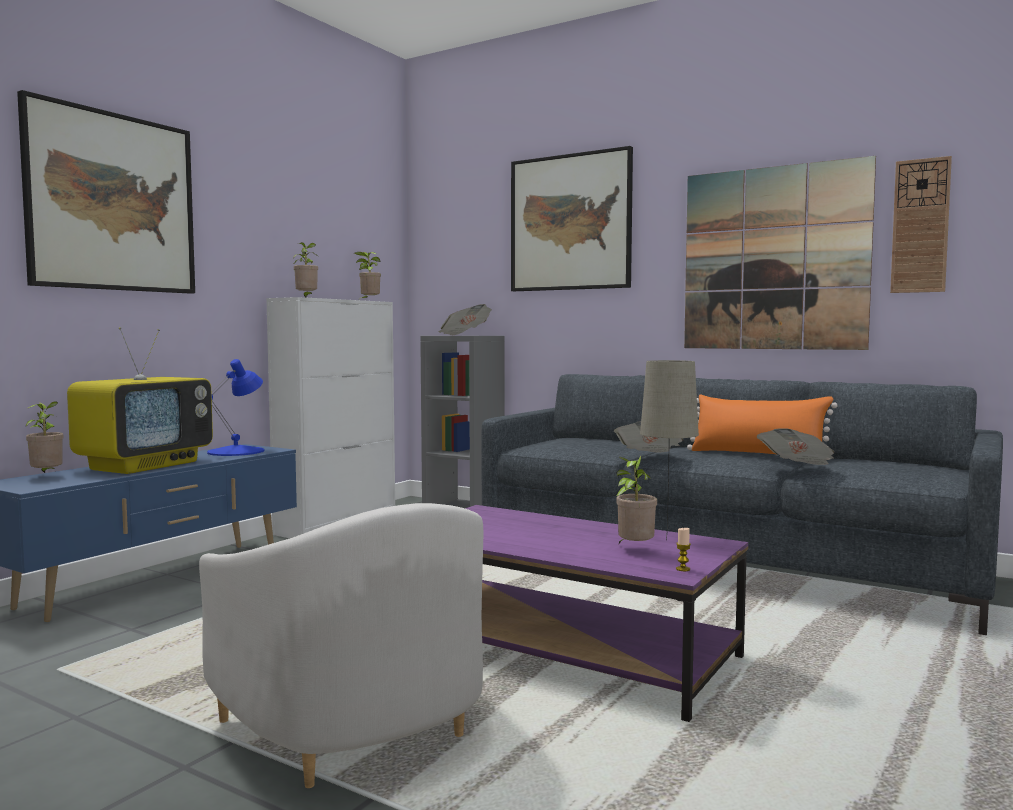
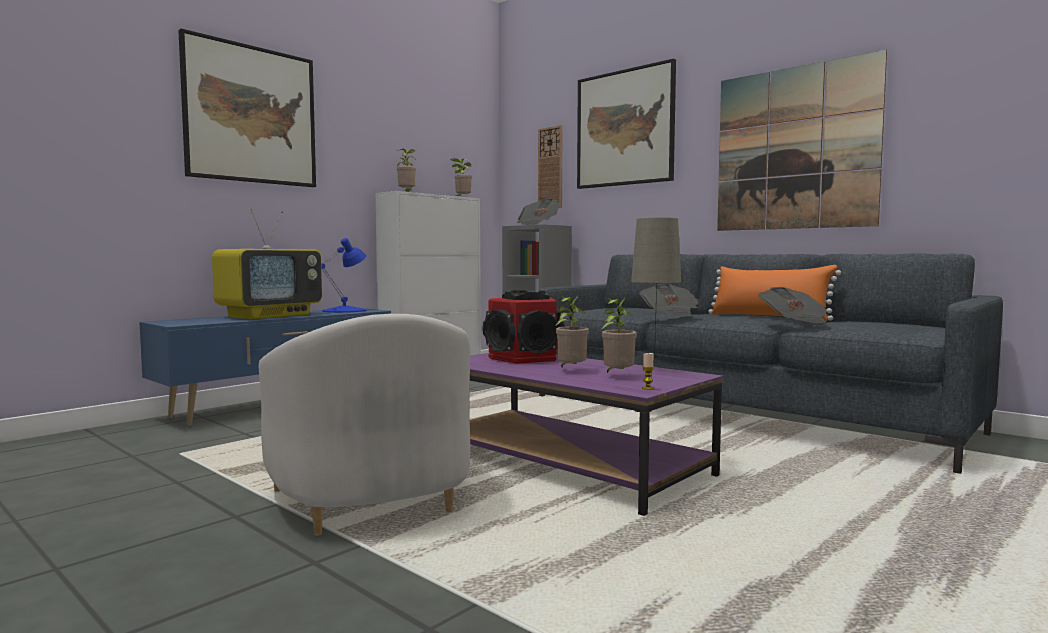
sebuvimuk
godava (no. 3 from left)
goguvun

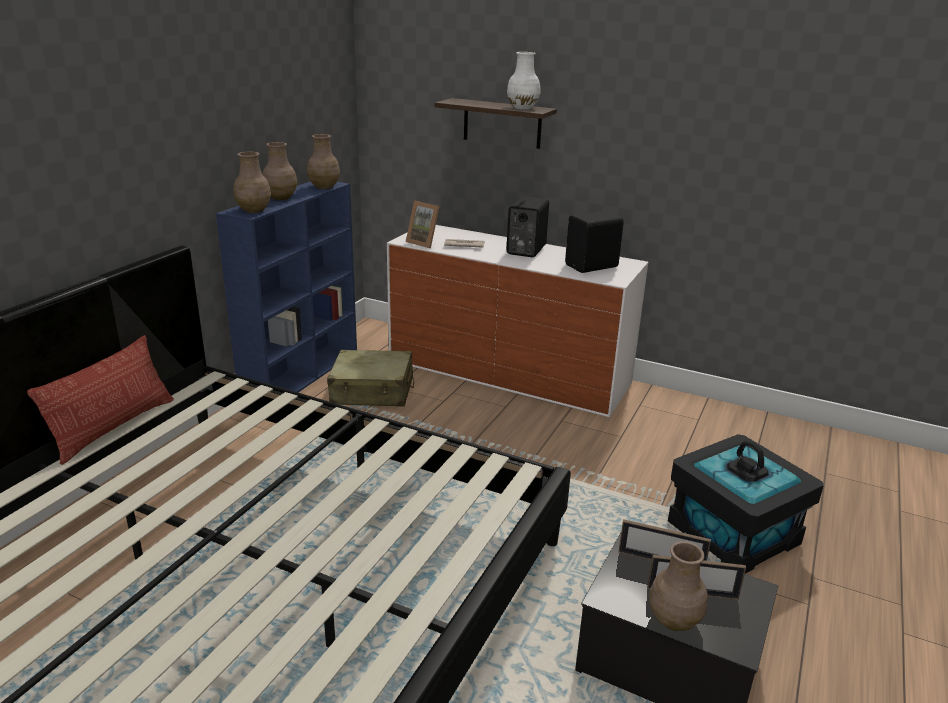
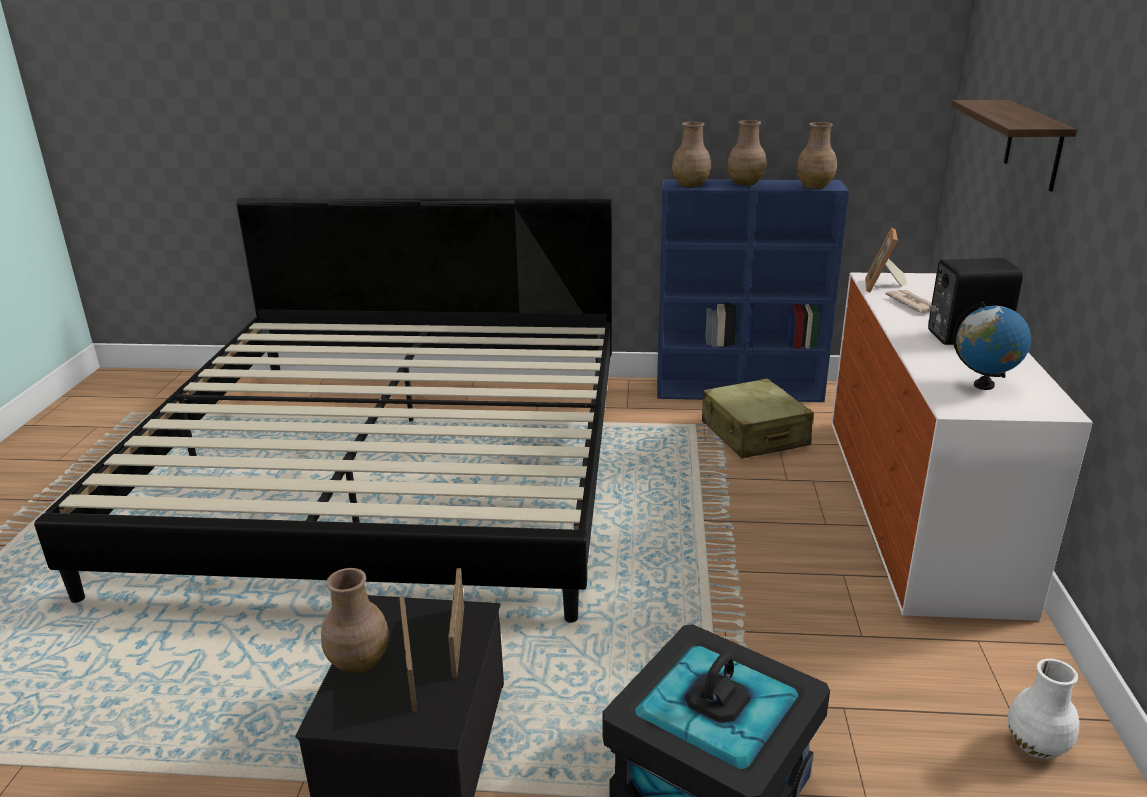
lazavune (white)
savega
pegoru

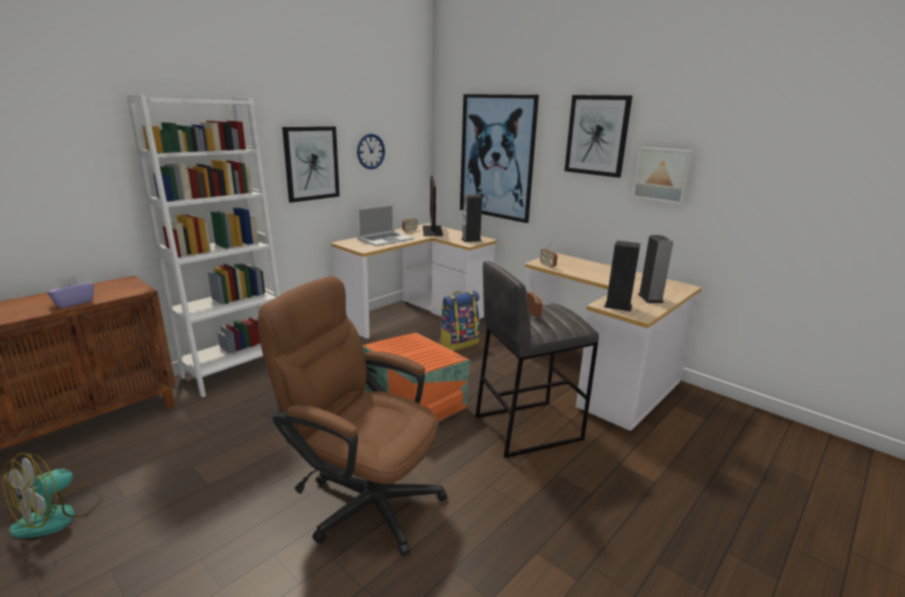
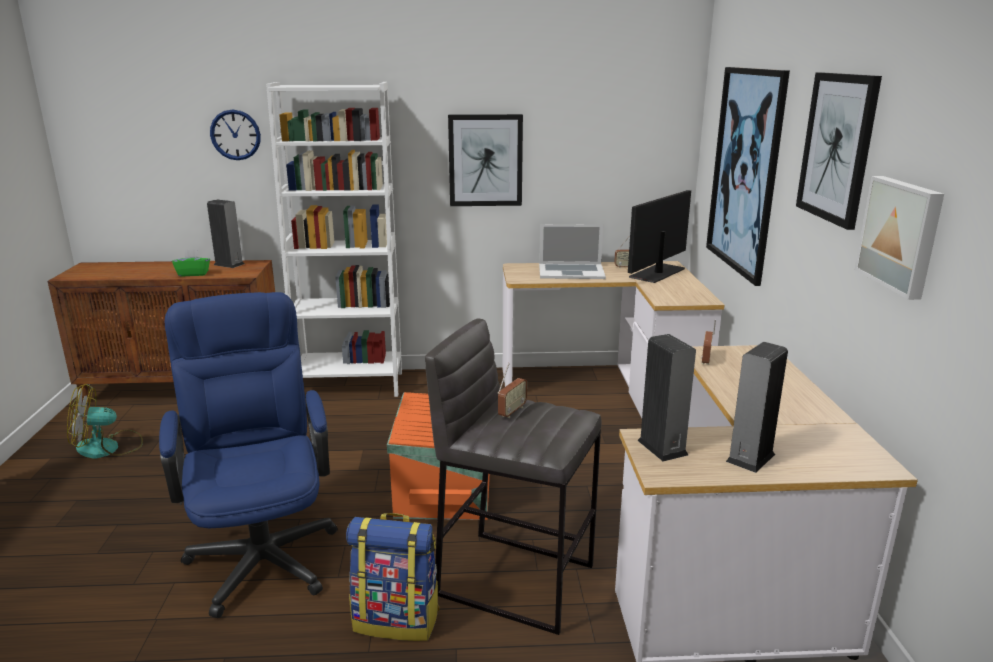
sebuvimuk
goguvun (no. 1 from left)
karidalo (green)
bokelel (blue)
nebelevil

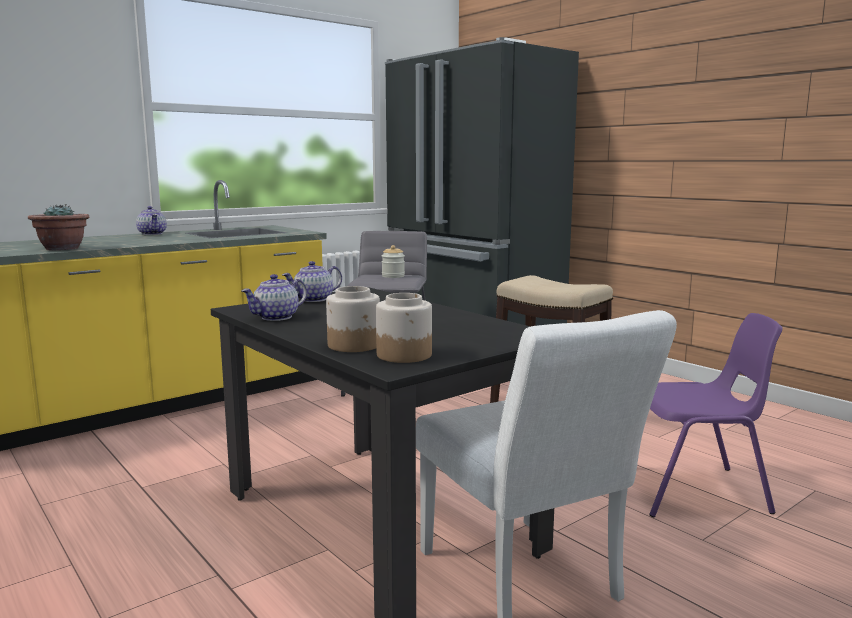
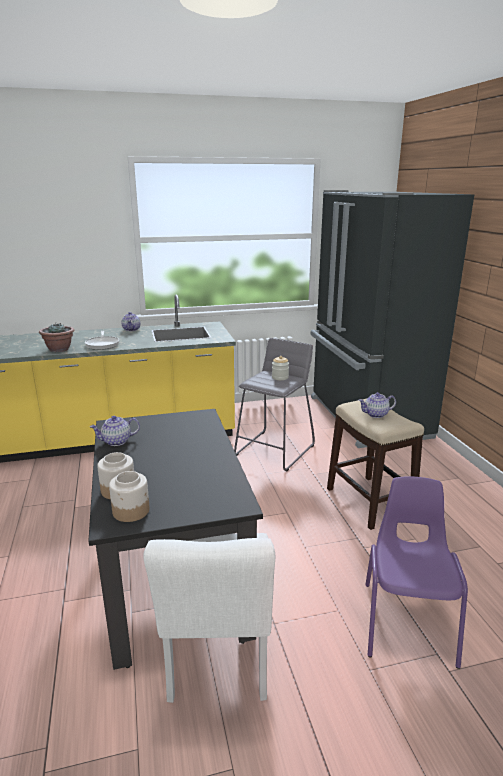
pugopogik (no. 3 from left)
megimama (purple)
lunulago

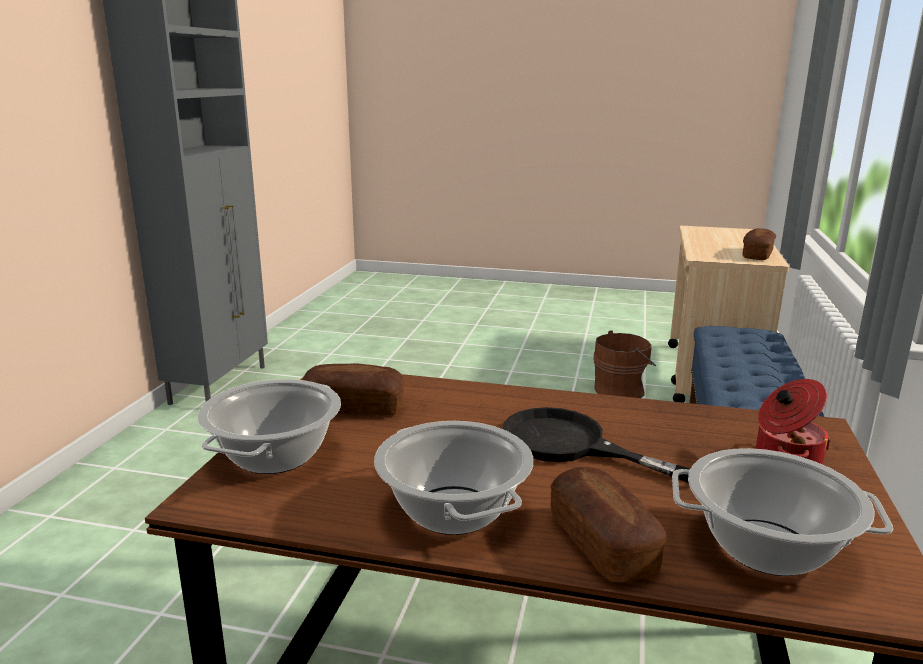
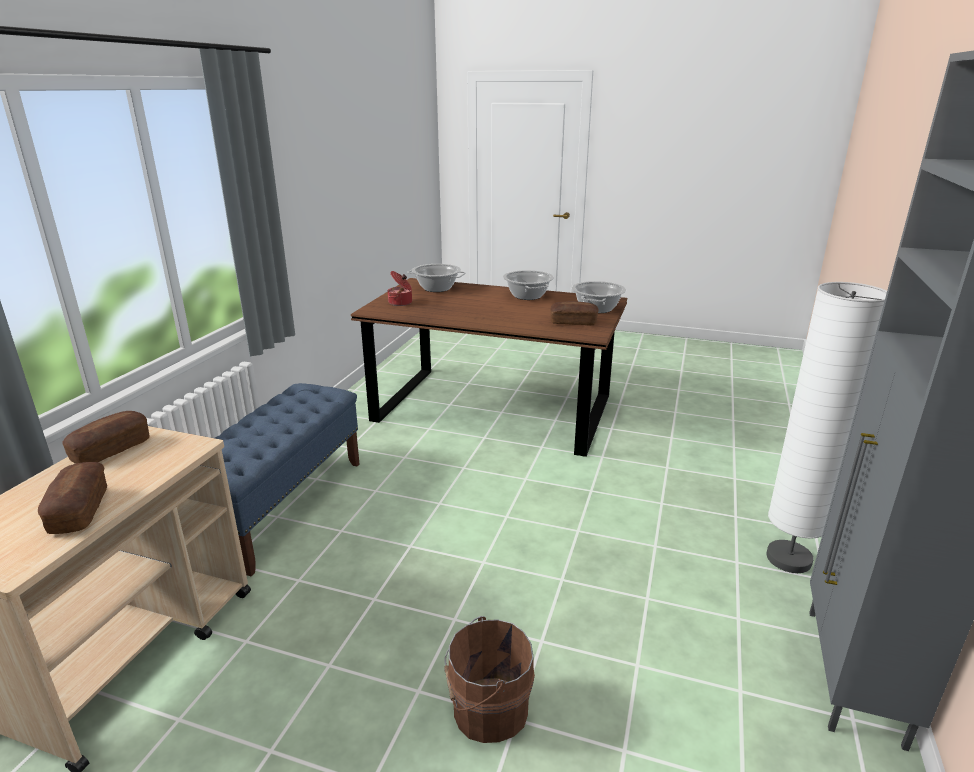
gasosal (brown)
lunulago (black)
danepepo (no. 1 from left)
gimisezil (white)

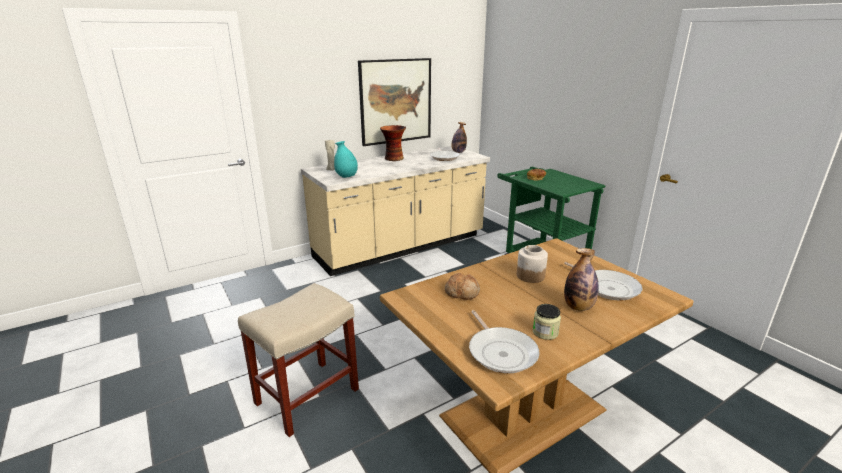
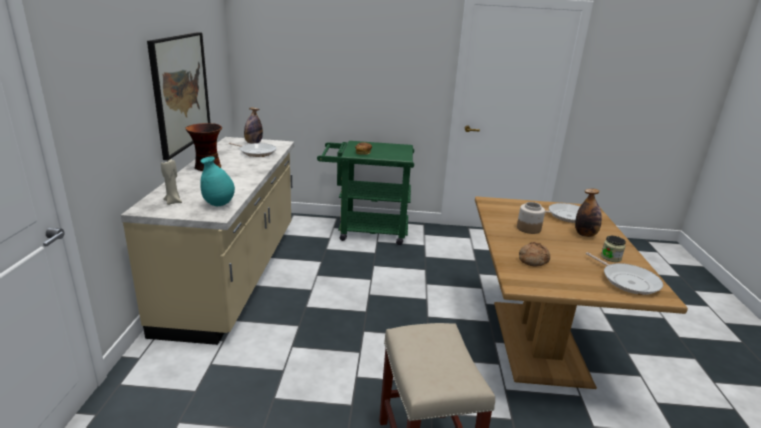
lunulago (no. 3 from left)

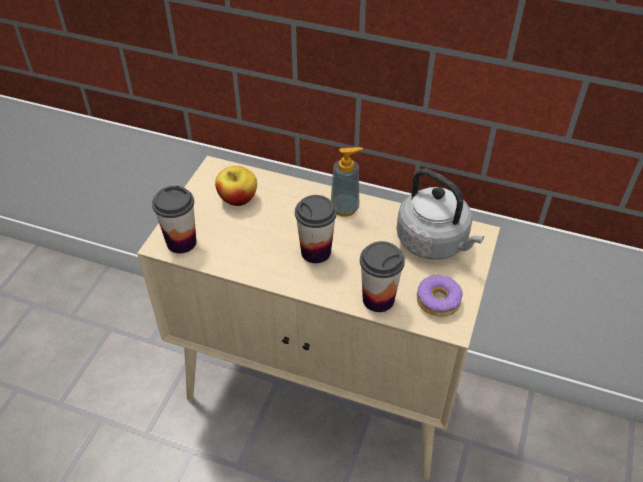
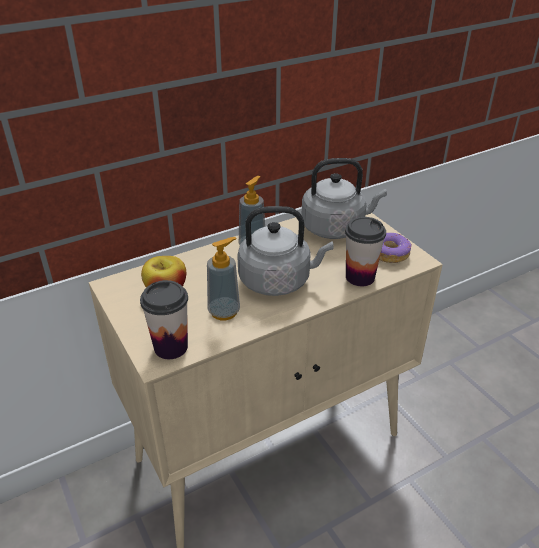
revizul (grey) (no. 1 from left)
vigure (no. 1 from left)

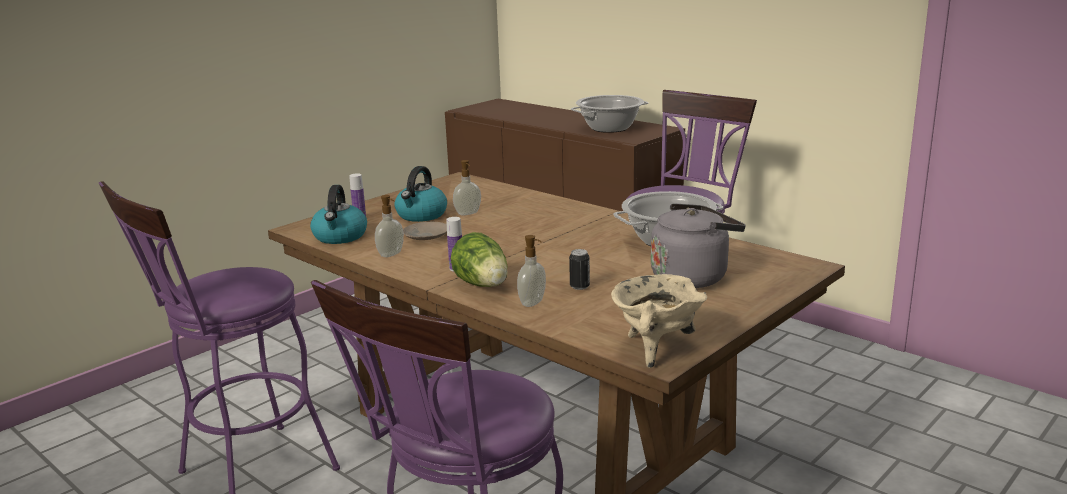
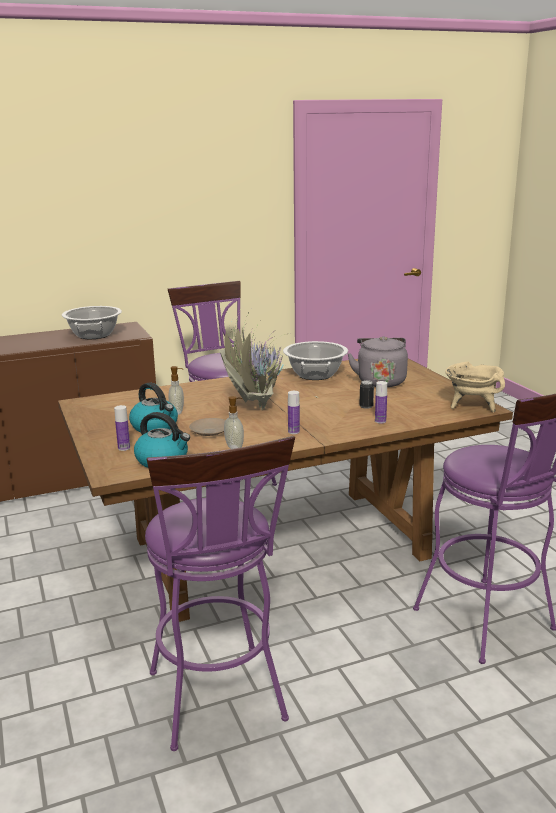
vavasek
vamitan (no. 3 from left)
godava

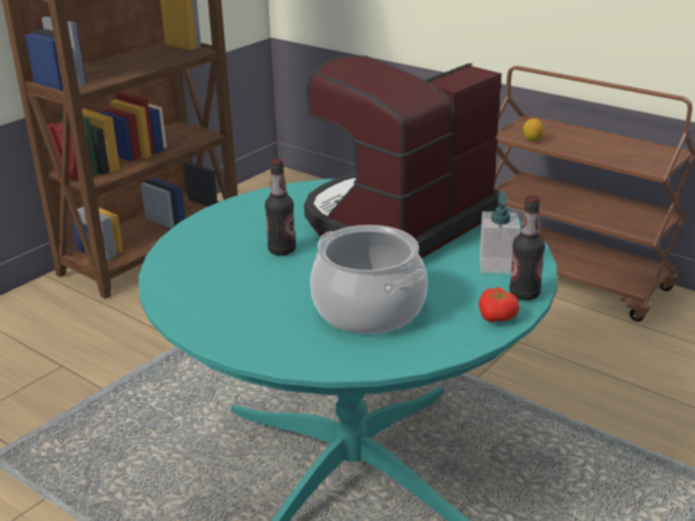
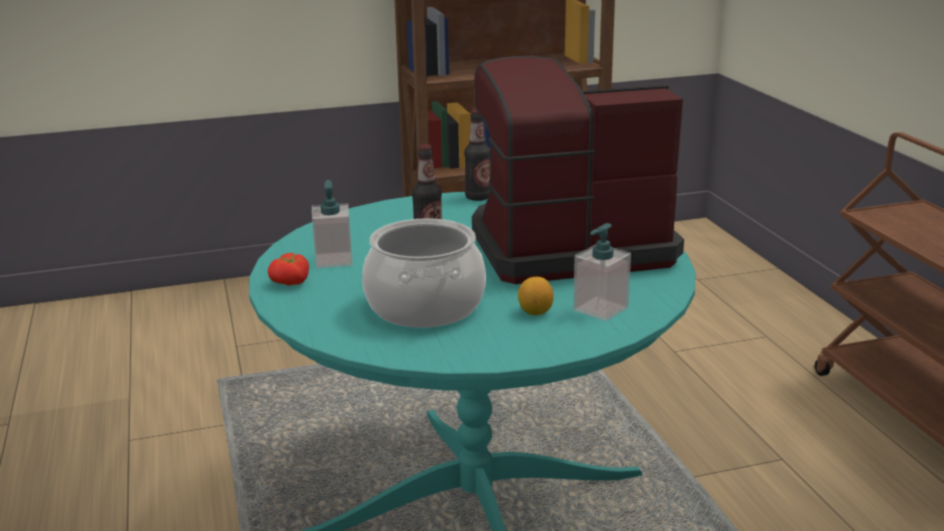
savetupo
vamitan (no. 2 from left)
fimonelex
vigure (no. 1 from left)

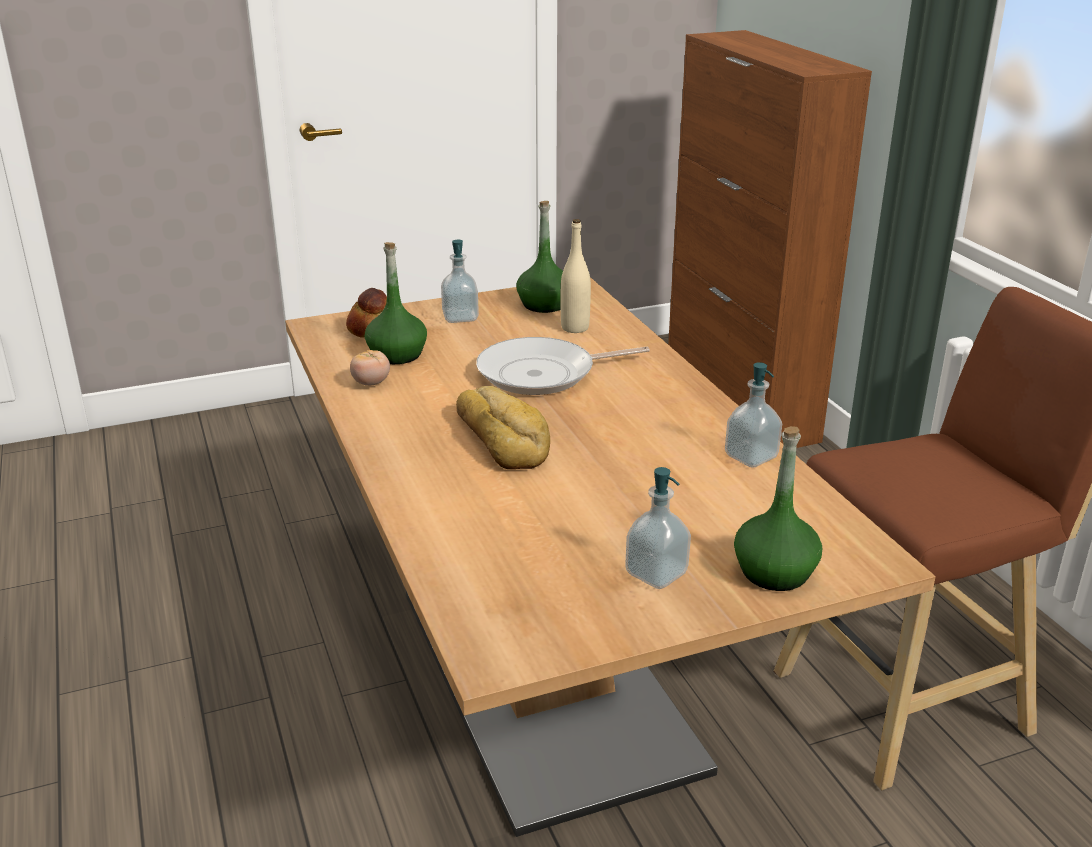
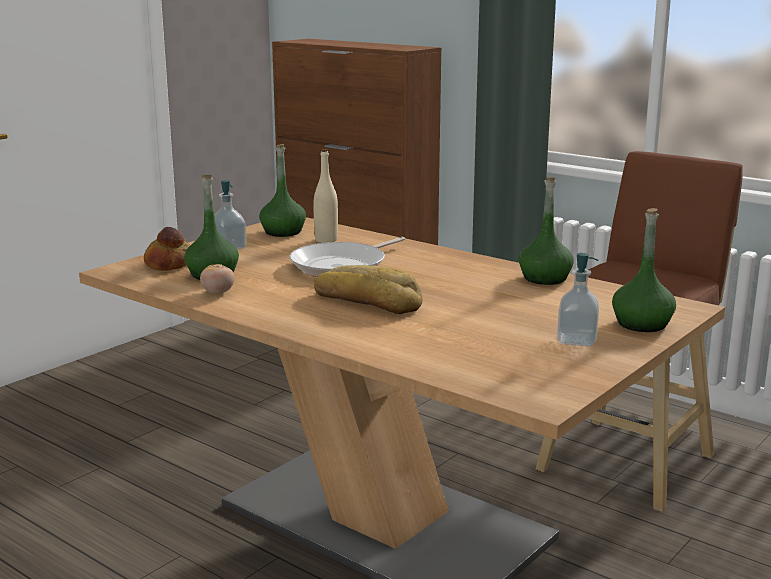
vamitan (green) (no. 3 from left)

